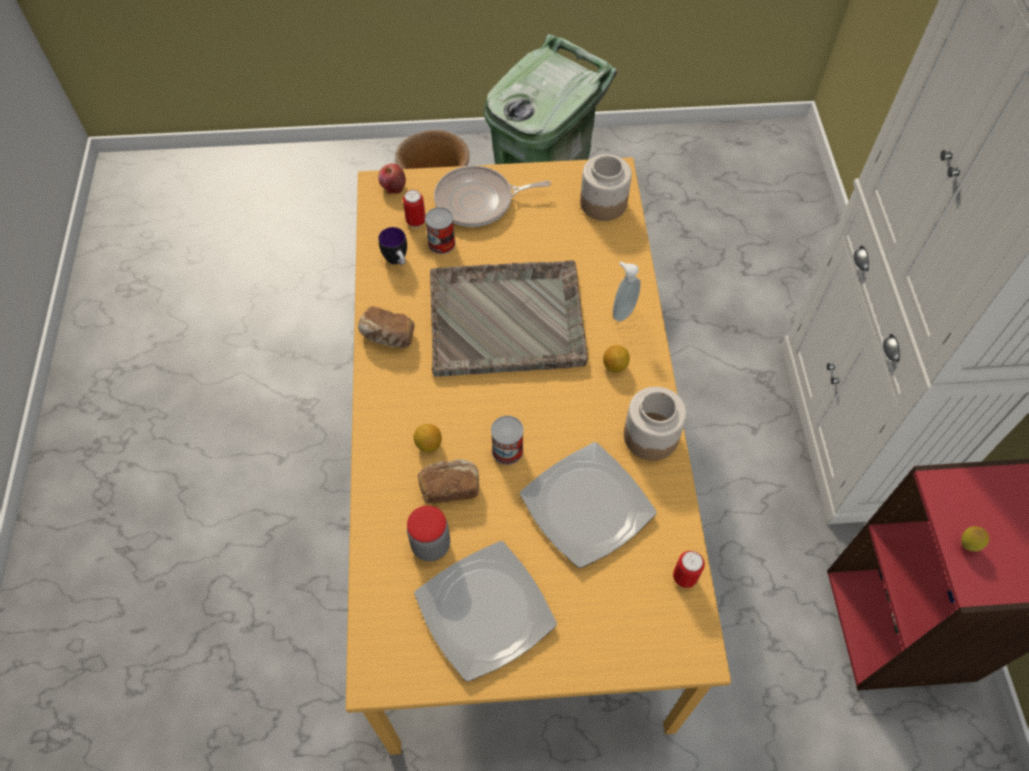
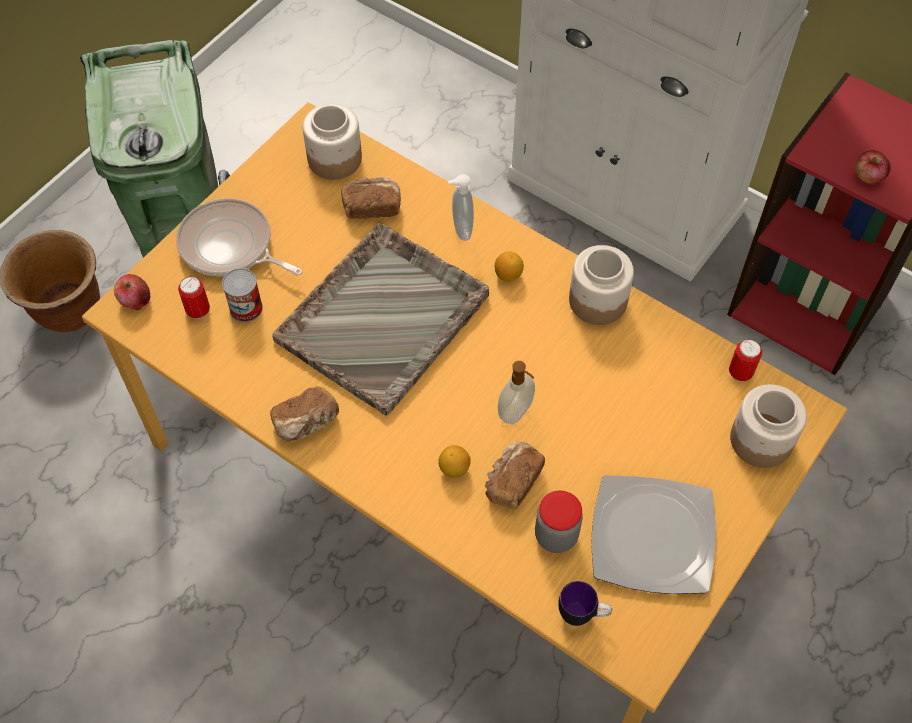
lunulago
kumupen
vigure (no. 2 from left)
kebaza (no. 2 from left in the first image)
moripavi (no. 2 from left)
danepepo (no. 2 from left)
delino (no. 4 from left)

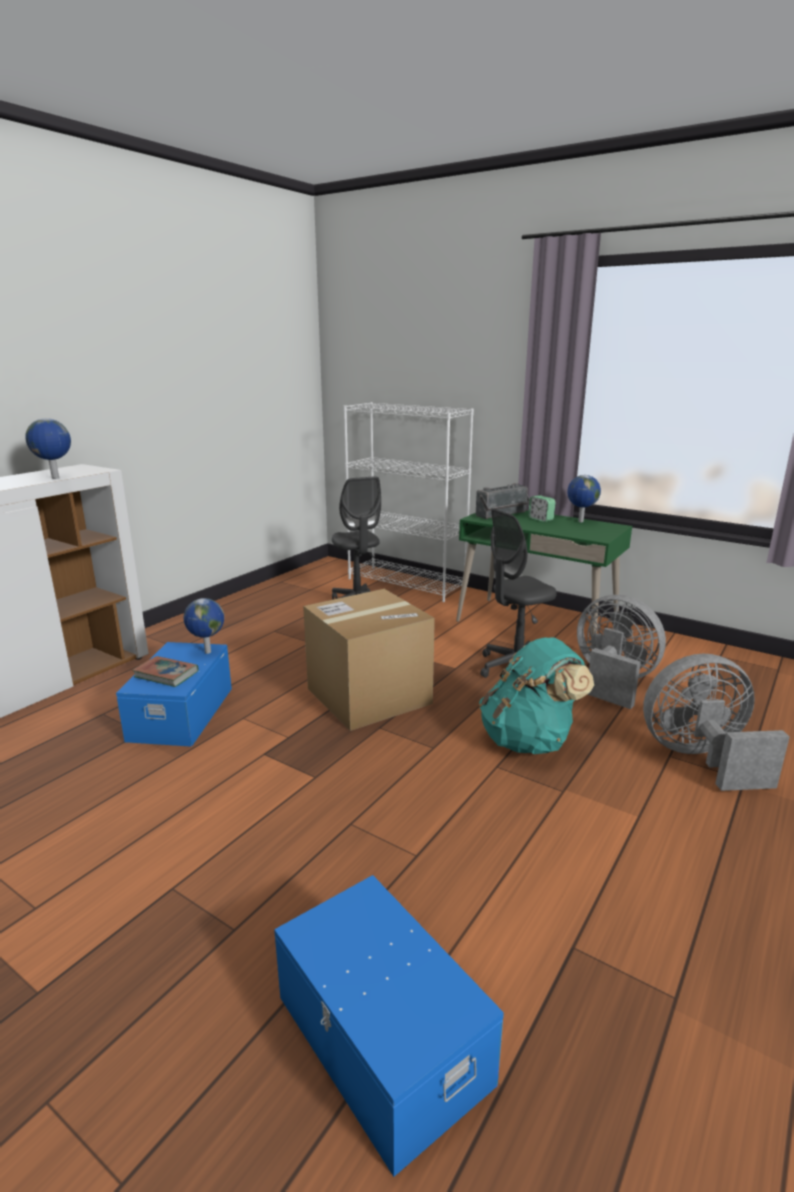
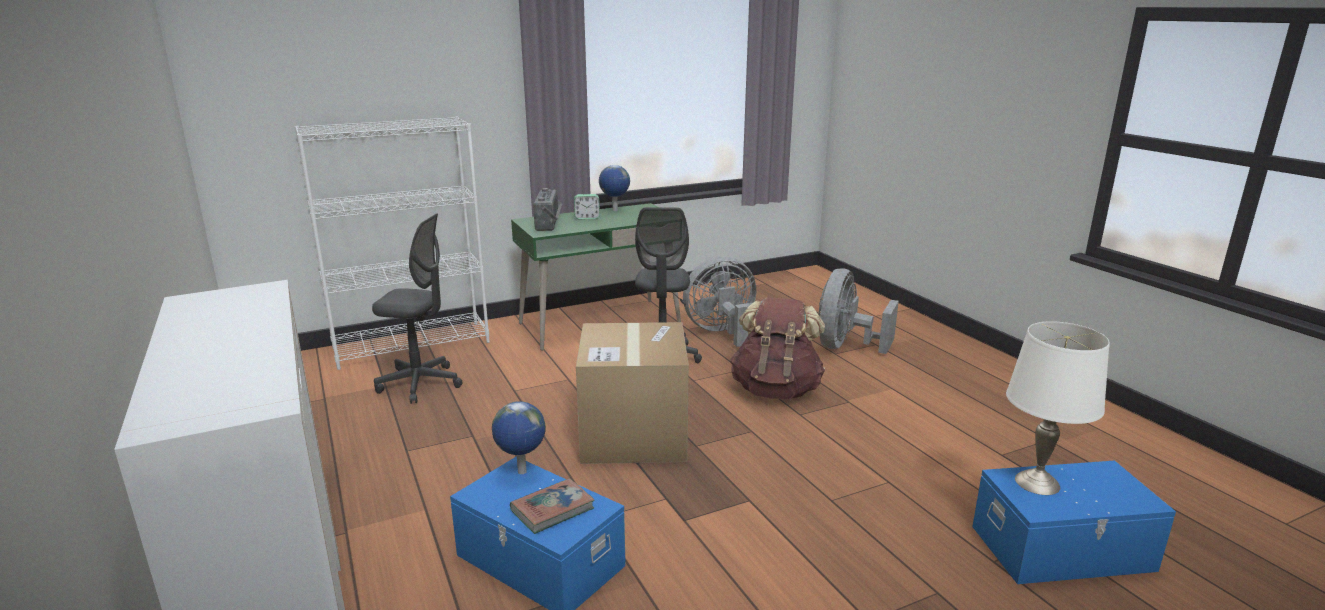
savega (no. 1 from left in the first image)
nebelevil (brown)
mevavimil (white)

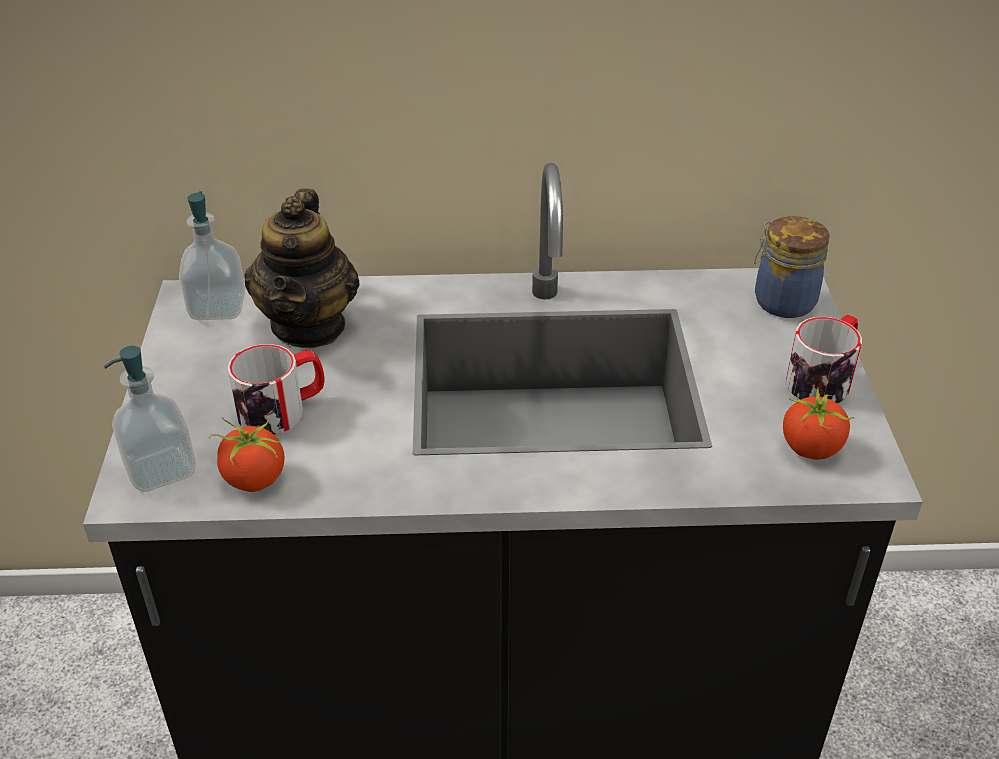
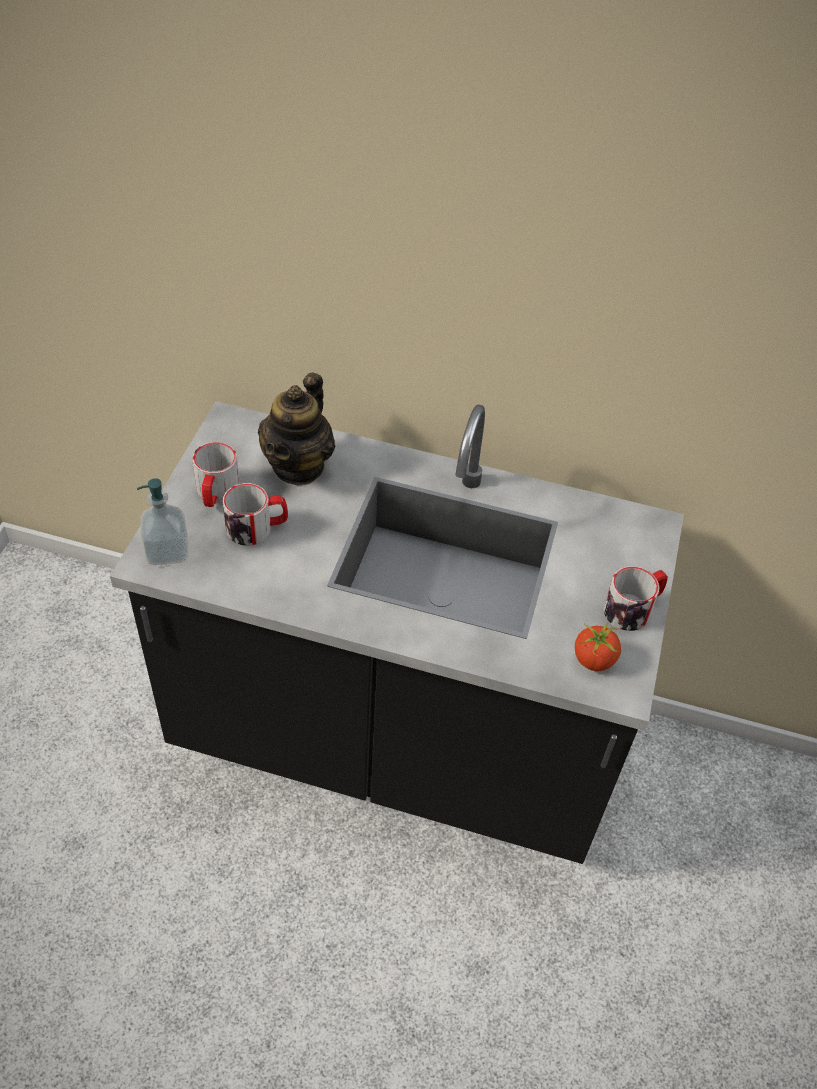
vigure (no. 2 from left in the first image)
delino
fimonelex (no. 1 from left in the first image)
kumupen (no. 1 from left)

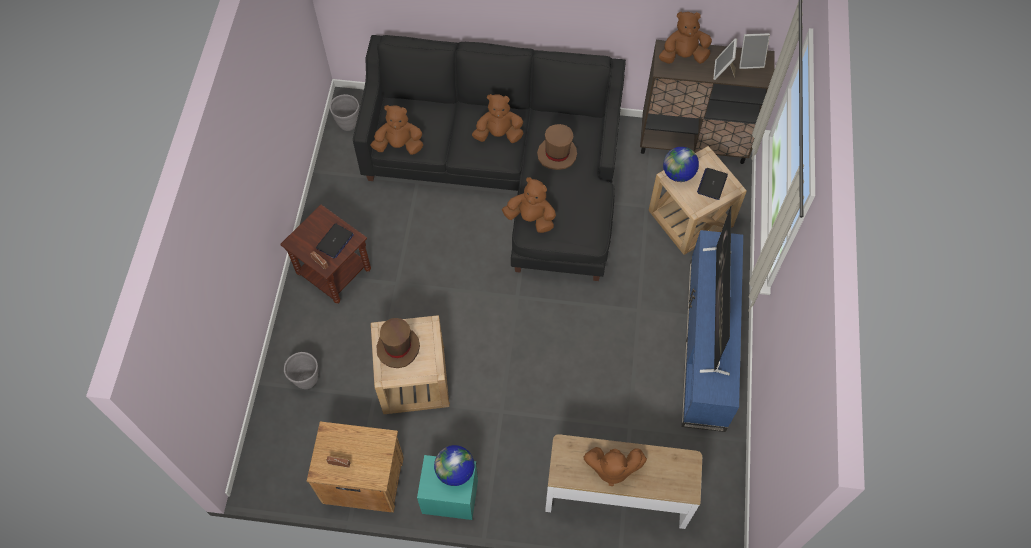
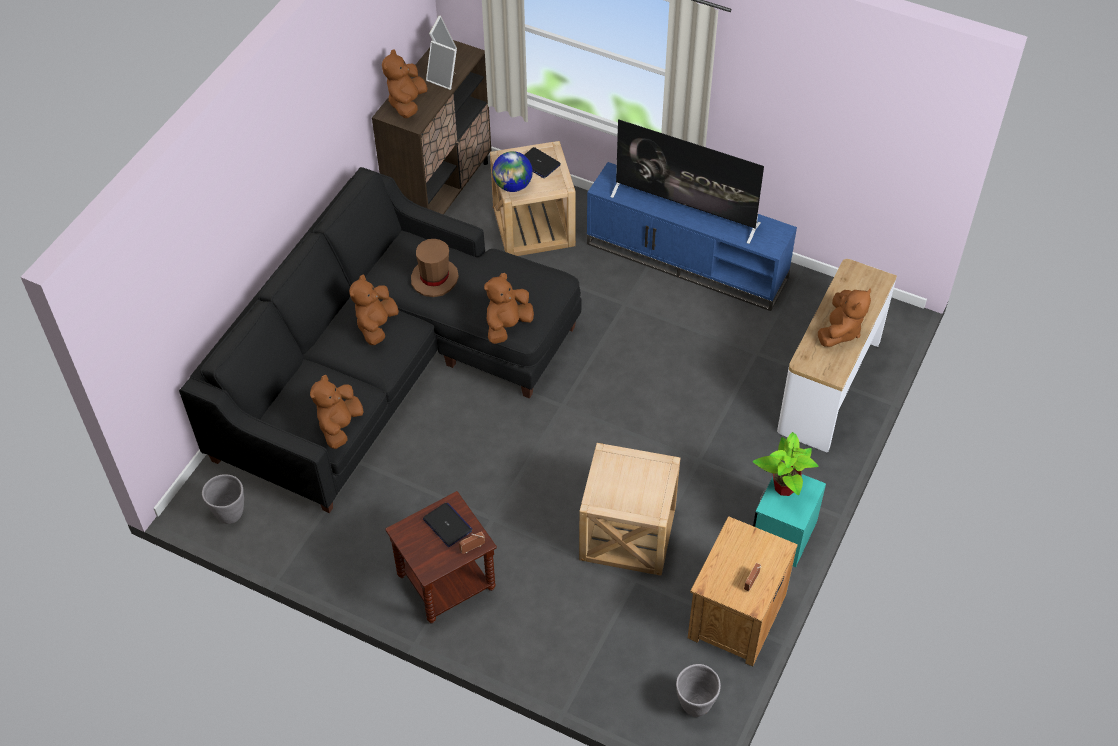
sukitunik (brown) (no. 1 from left in the first image)
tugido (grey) (no. 2 from left)
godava

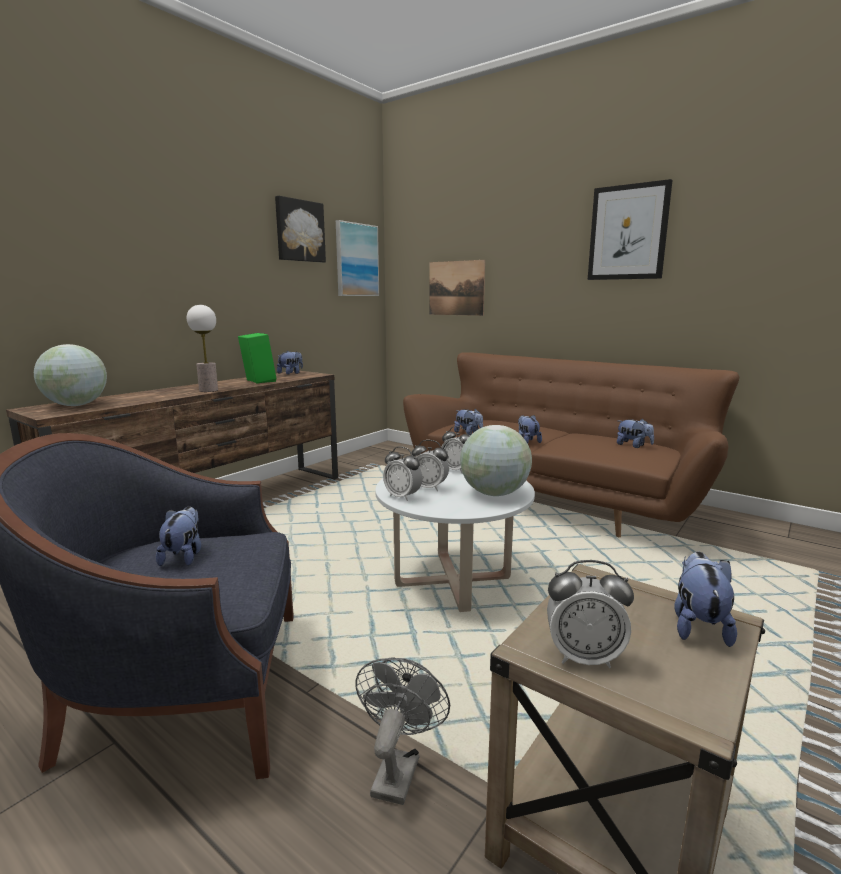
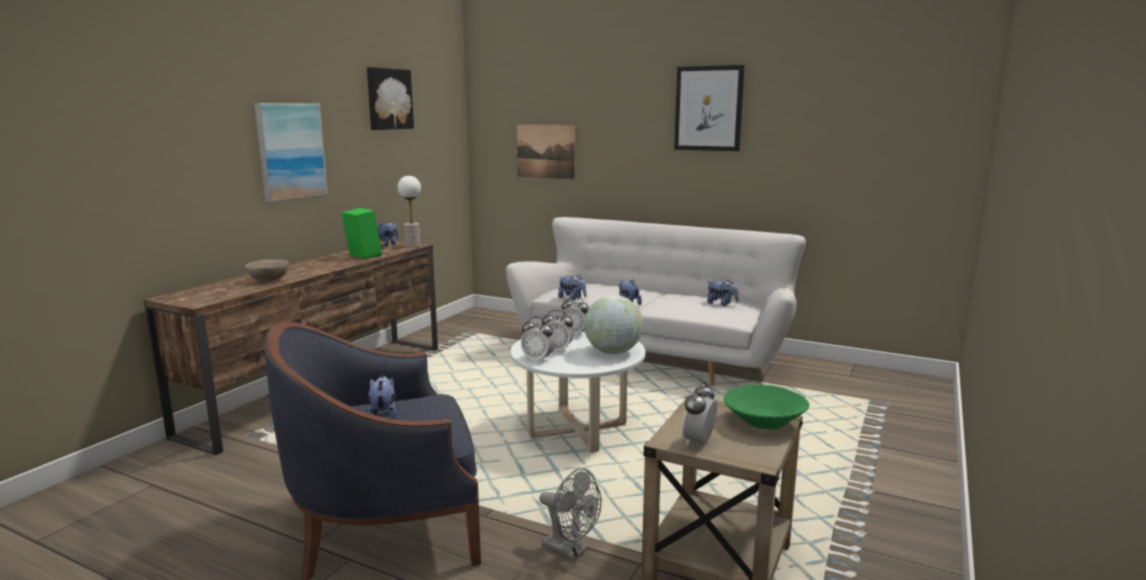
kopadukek (no. 1 from left)
mevavimil
savega (no. 1 from left in the first image)
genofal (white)
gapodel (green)
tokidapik (no. 4 from left)
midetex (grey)
gapodel (beige)

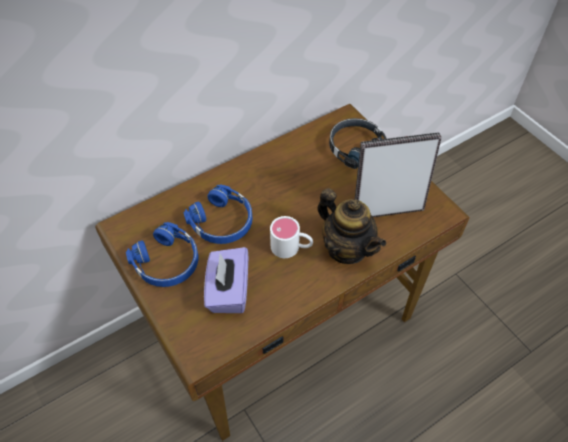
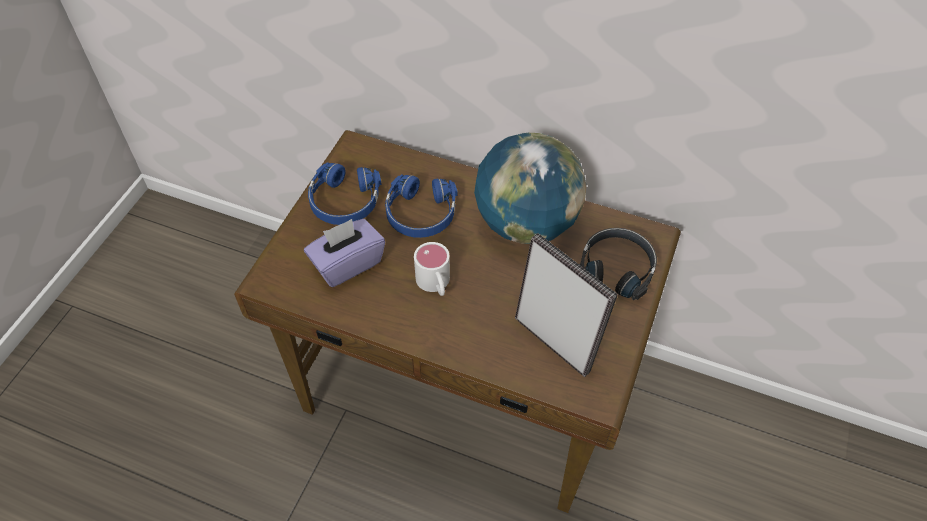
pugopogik
savega

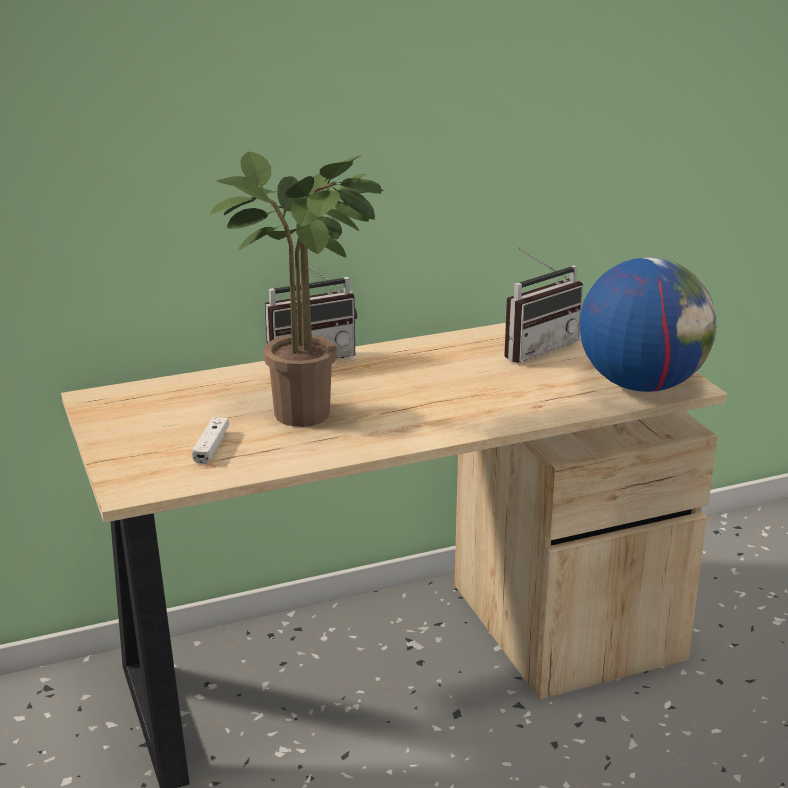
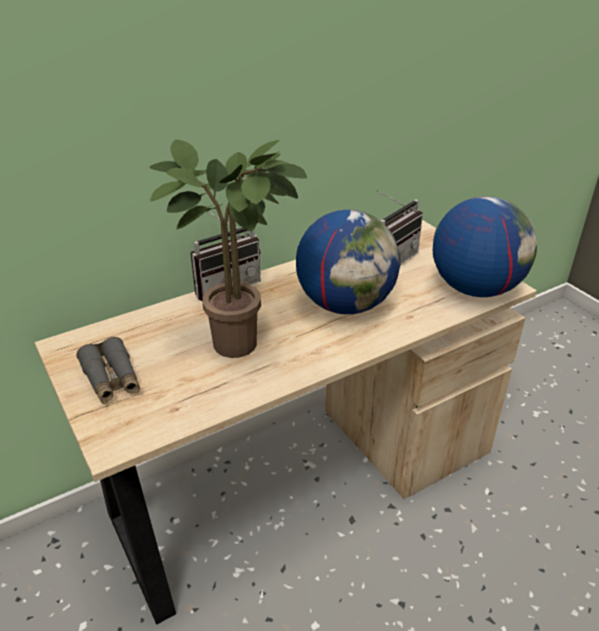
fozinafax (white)
savega (no. 1 from left)
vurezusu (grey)

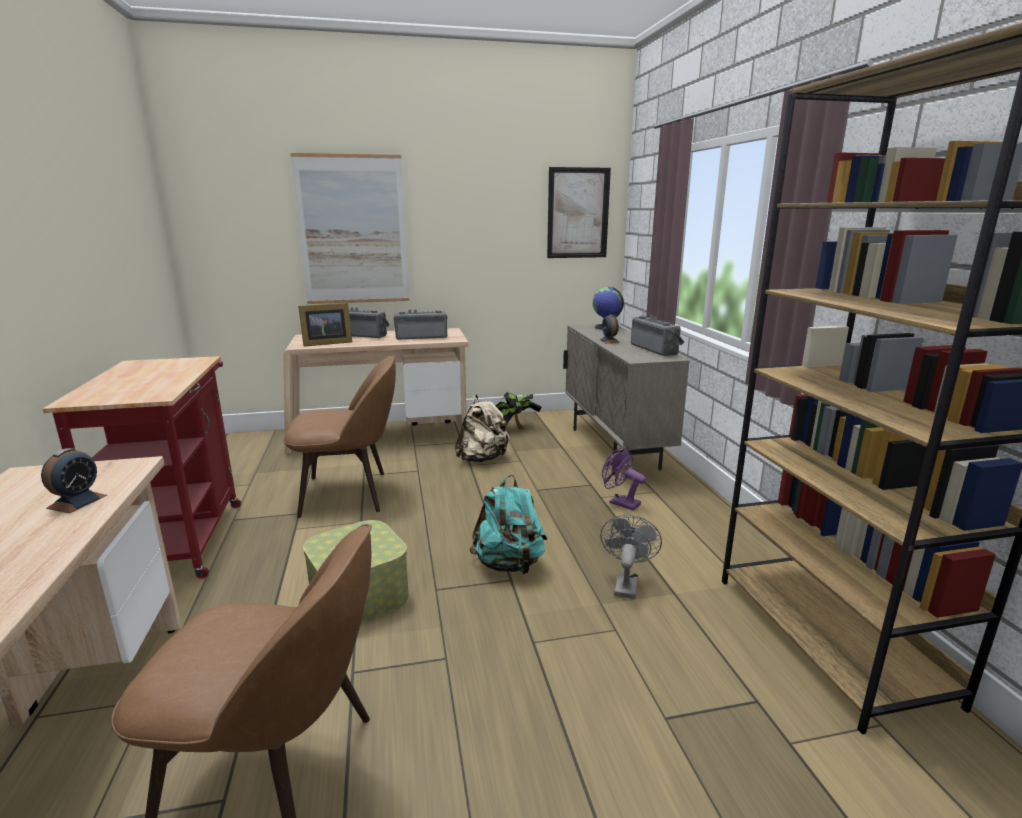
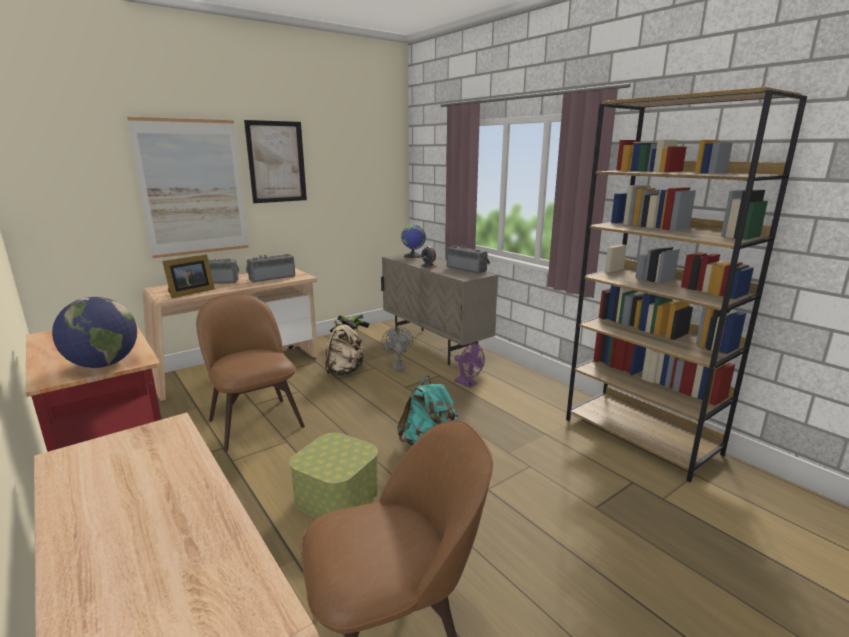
kopadukek (no. 2 from left)
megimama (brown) (no. 1 from left)
midetex (purple)
tokidapik (no. 1 from left in the first image)
midetex (grey)
savega (no. 1 from left)

